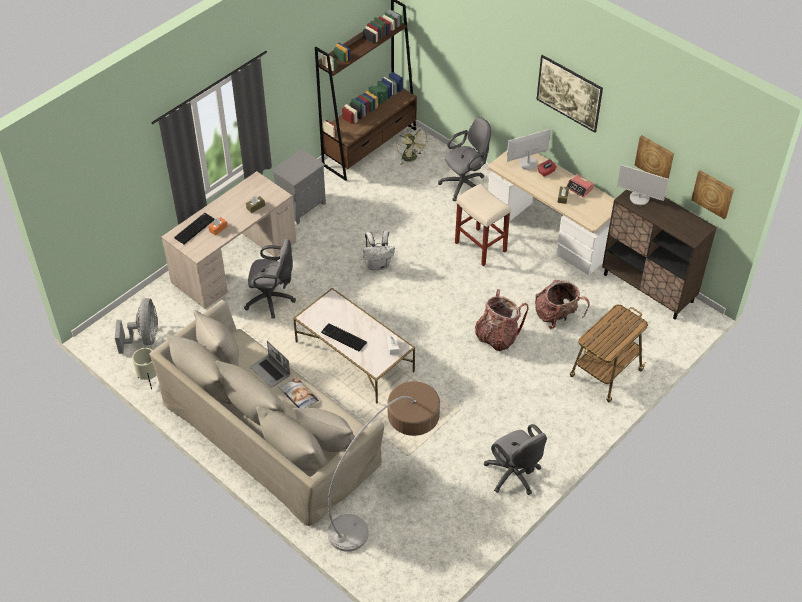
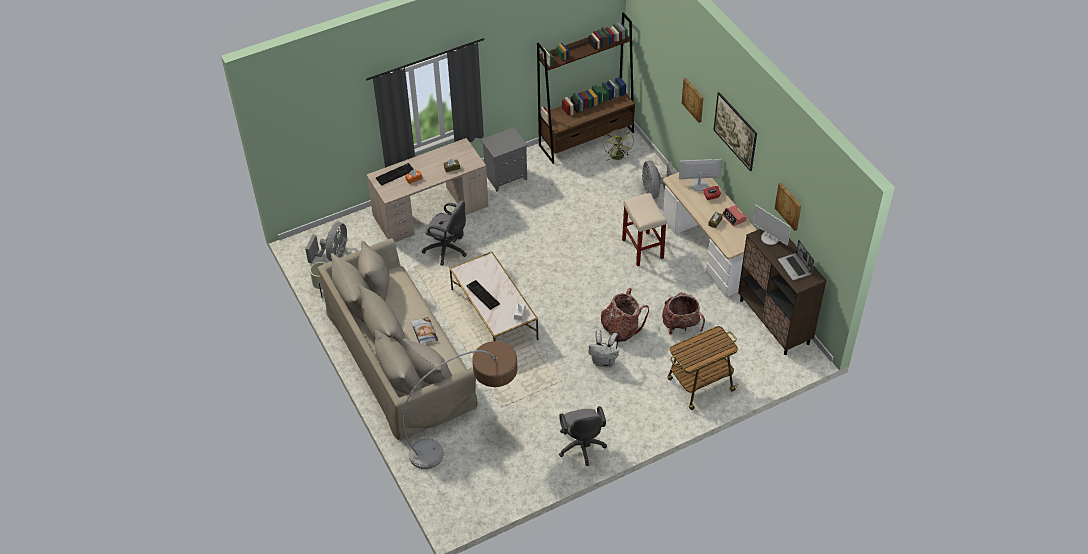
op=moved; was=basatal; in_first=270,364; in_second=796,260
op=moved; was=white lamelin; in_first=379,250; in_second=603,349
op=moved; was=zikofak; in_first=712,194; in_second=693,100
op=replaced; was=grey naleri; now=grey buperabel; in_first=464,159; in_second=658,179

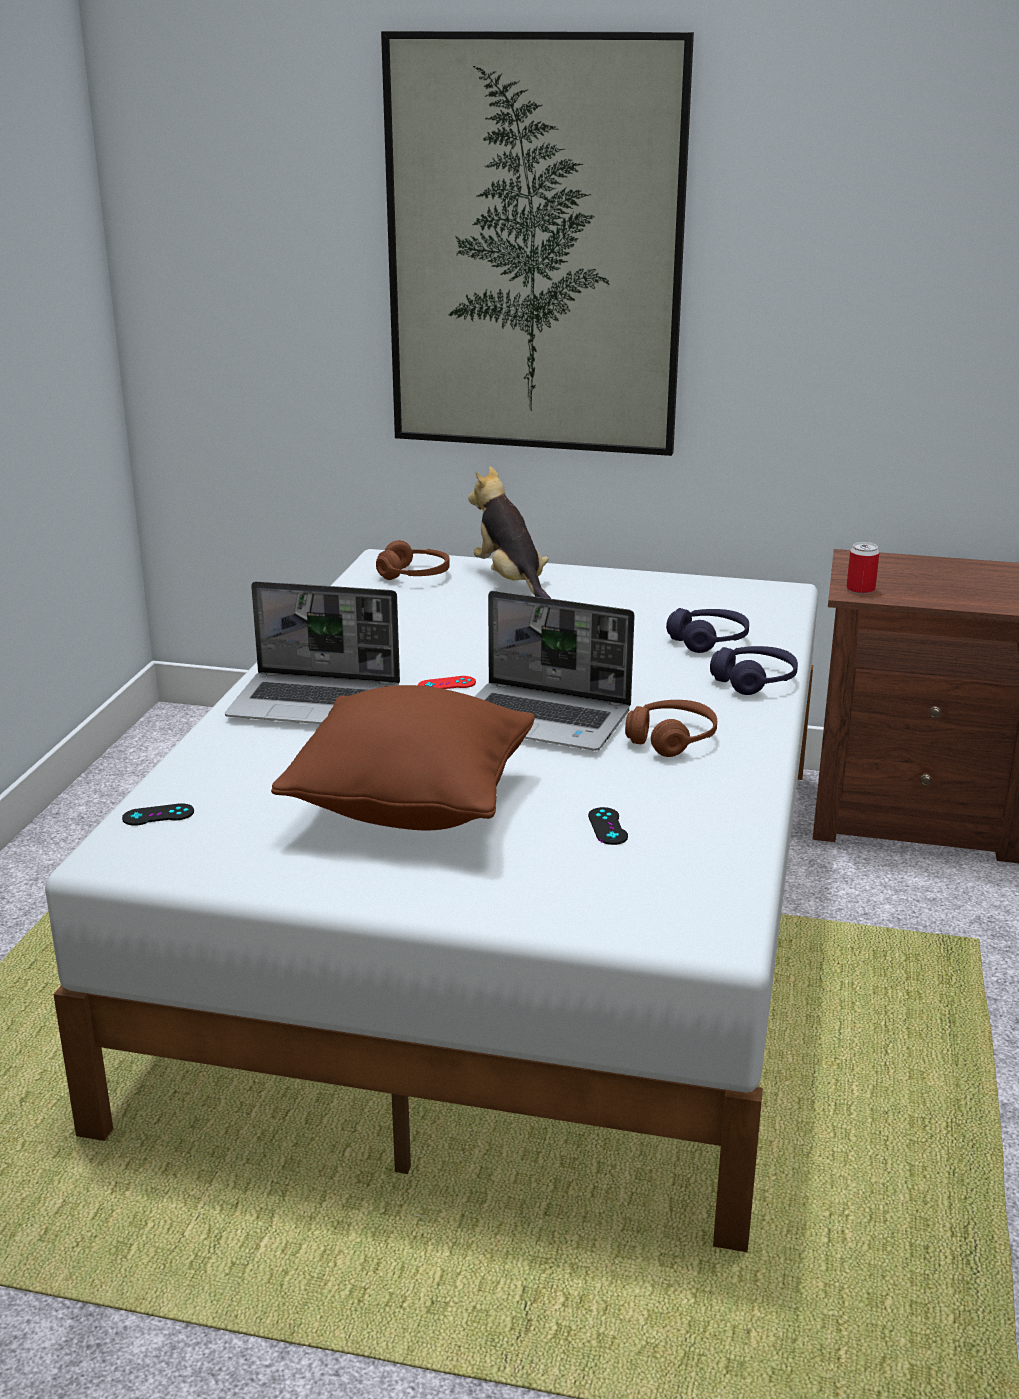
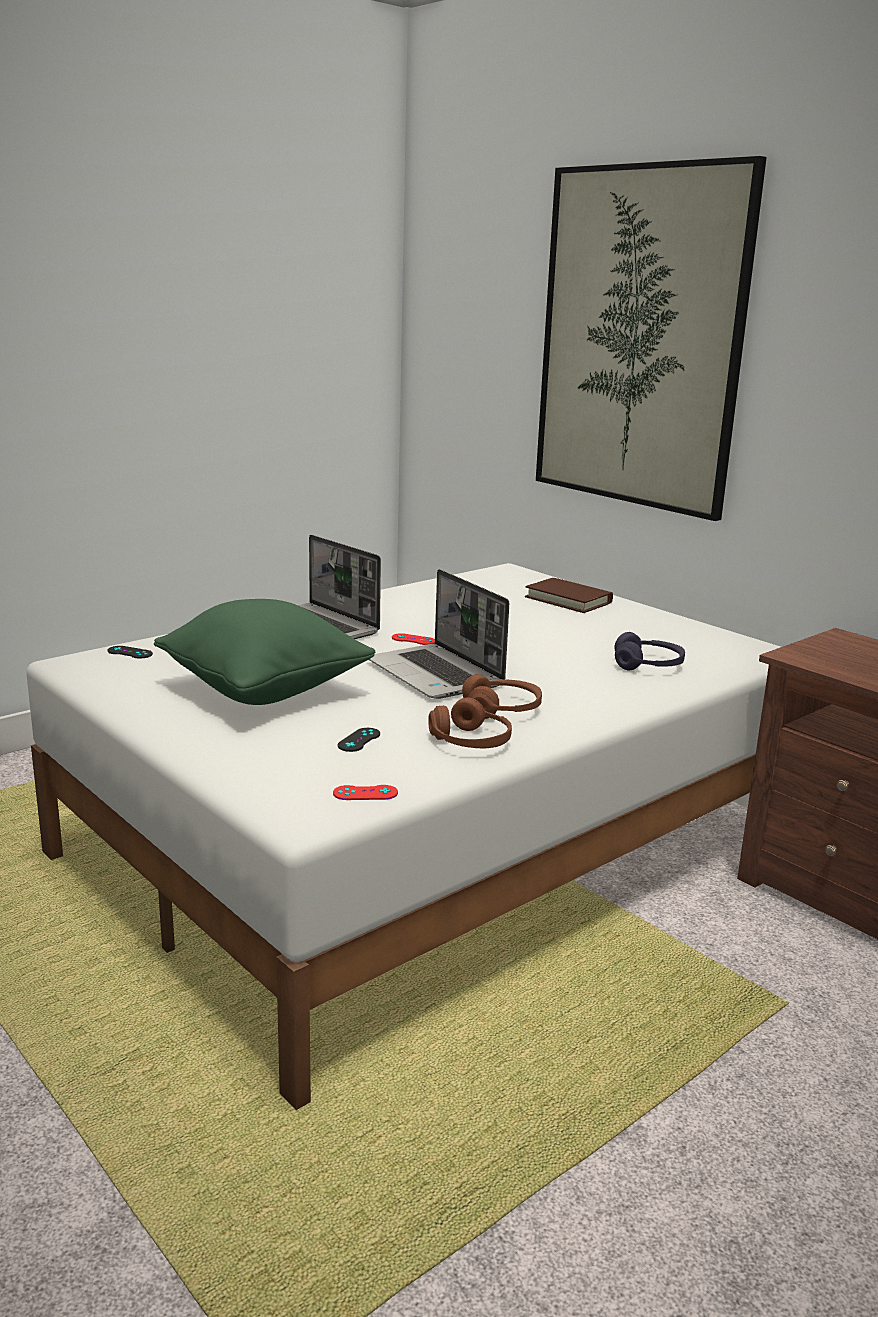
op=removed; was=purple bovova; in_first=754,670
op=removed; was=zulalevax; in_first=862,568
op=added; now=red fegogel; in_second=365,792
op=moved; was=brown bovova; in_first=413,560; in_second=470,723
op=replaced; was=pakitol; now=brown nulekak; in_first=509,532; in_second=569,595
op=recoloured; was=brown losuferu; now=green losuferu; in_first=403,757; in_second=264,652

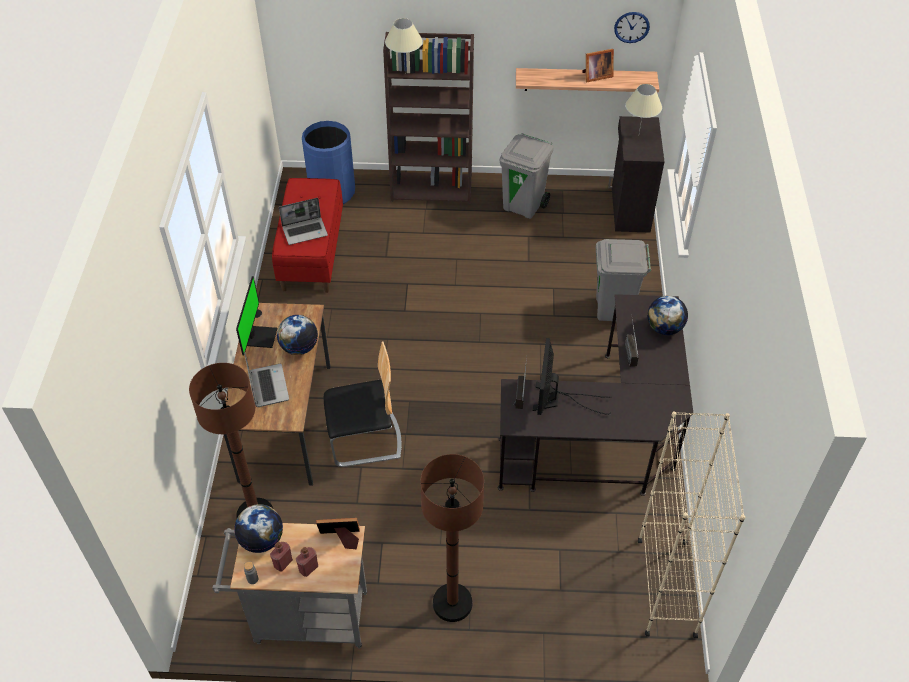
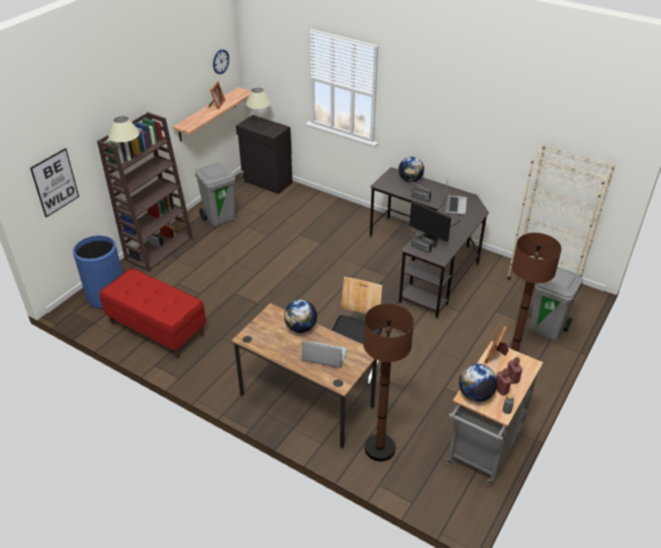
op=removed; was=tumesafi; in_first=257,316
op=added; now=zikofak; in_second=54,182
op=moved; was=basatal; in_first=303,221; in_second=455,196
op=moved; was=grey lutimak; in_first=623,280; in_second=556,304

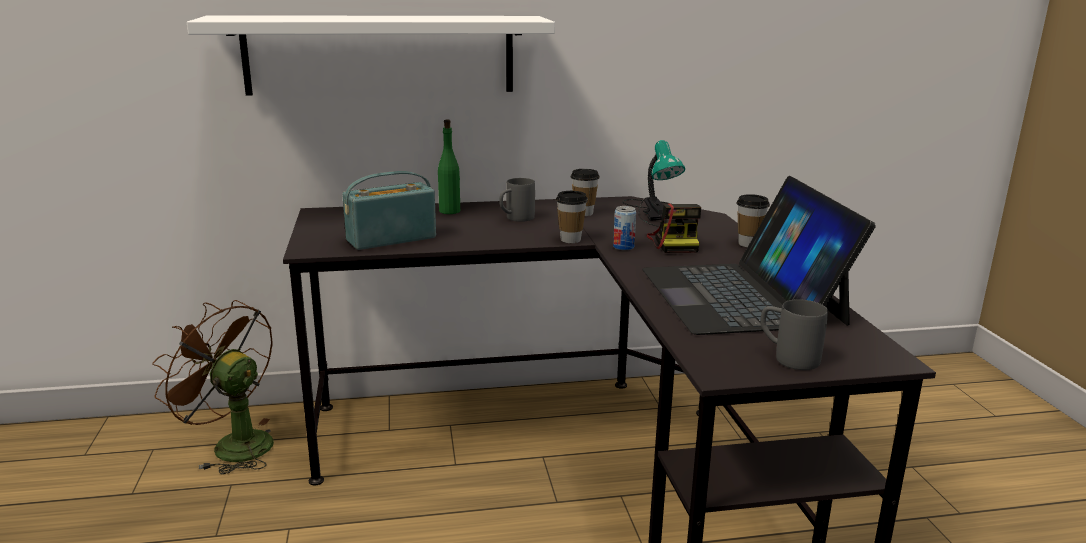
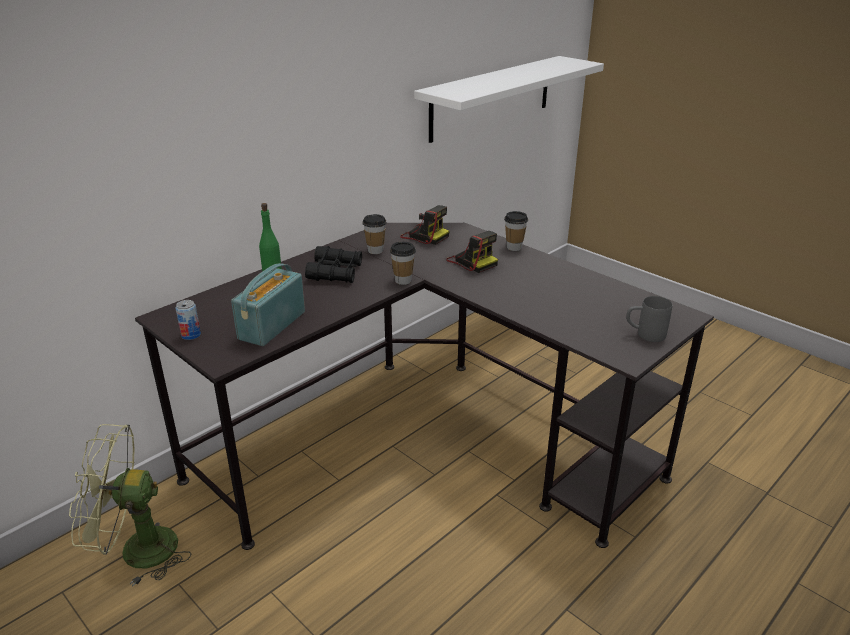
op=removed; was=basatal; in_first=759,255
op=moved; was=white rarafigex; in_first=371,55; in_second=509,99
op=moved; was=zulalevax; in_first=624,228; in_second=188,320
op=replaced; was=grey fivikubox; now=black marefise; in_first=517,200; in_second=333,264
op=replaced; was=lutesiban; now=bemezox; in_first=654,183; in_second=424,225
op=recoloured; was=brown buperabel; now=green buperabel; in_first=213,387; in_second=130,505

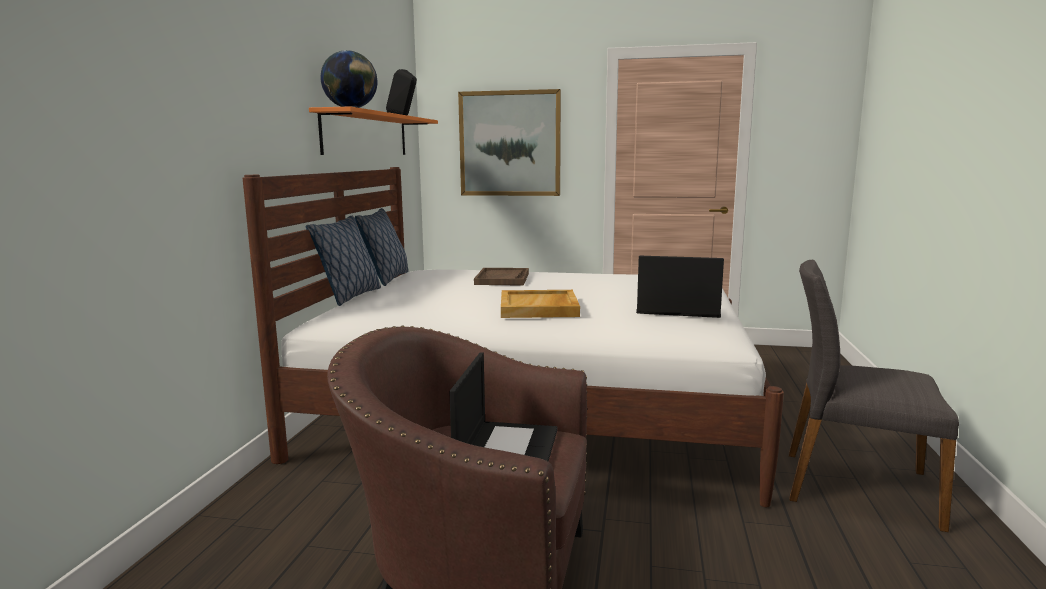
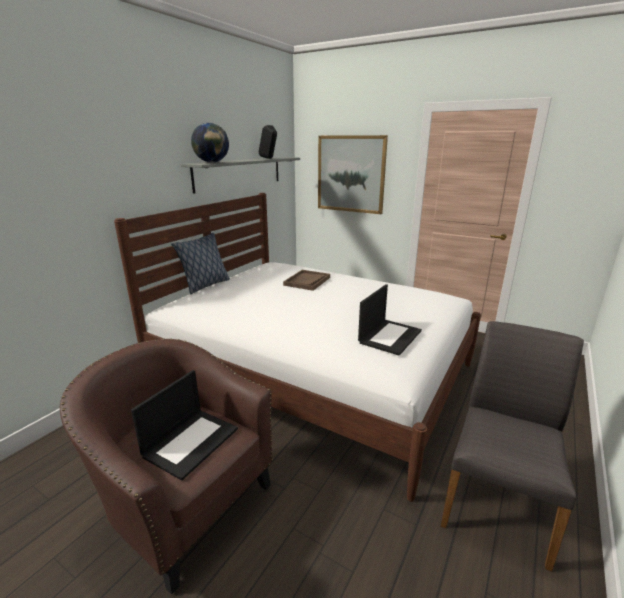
op=removed; was=losuferu; in_first=382,247
op=removed; was=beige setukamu; in_first=540,304
op=recoloured; was=orange rarafigex; now=grey rarafigex; in_first=373,130; in_second=240,175
op=turned; was=basatal; in_first=680,287; in_second=390,320; clockwise=90
op=turned; was=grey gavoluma; in_first=874,396; in_second=512,446; clockwise=75

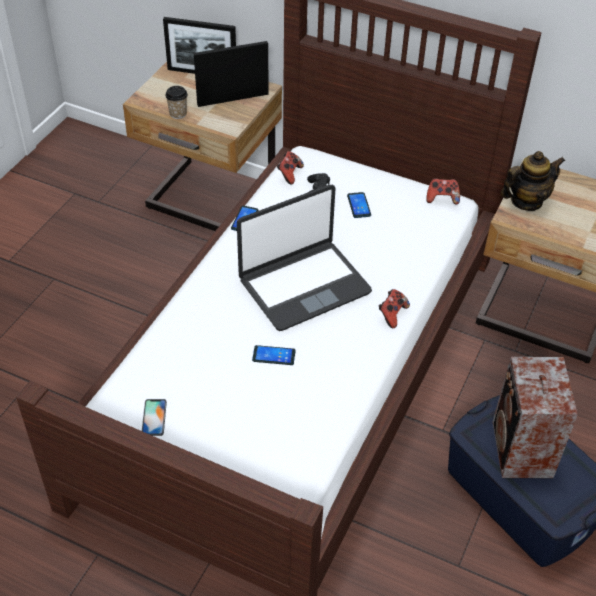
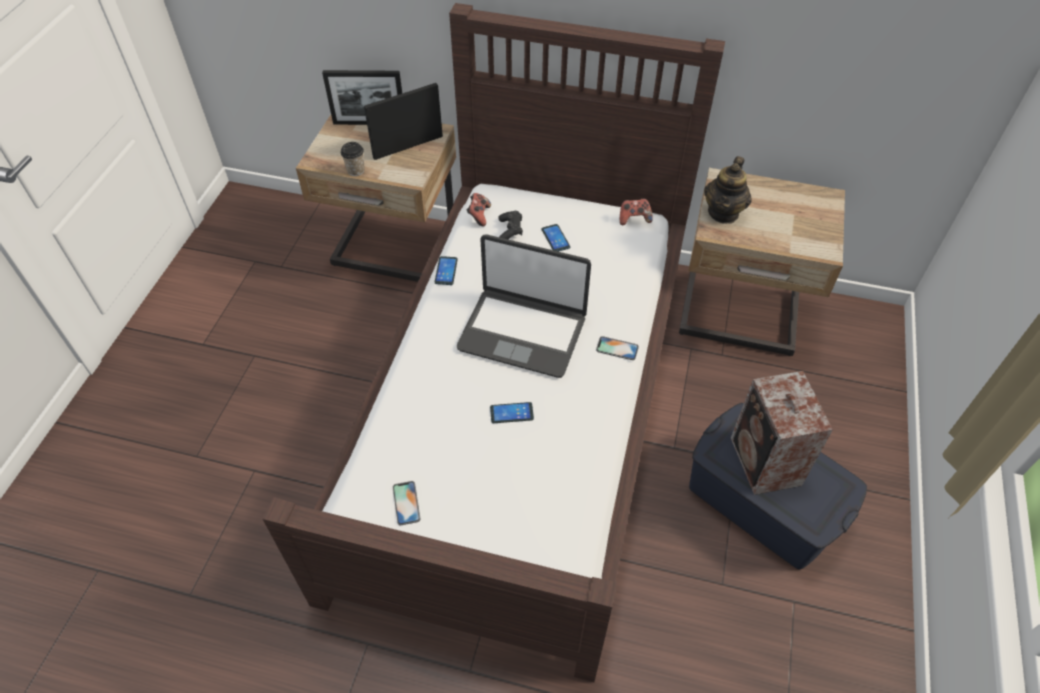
op=replaced; was=fegogel; now=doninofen; in_first=394,308; in_second=617,348
op=turned; was=basatal; in_first=304,258; in_second=524,306; clockwise=60
op=turned; was=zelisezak; in_first=533,181; in_second=728,190; clockwise=150

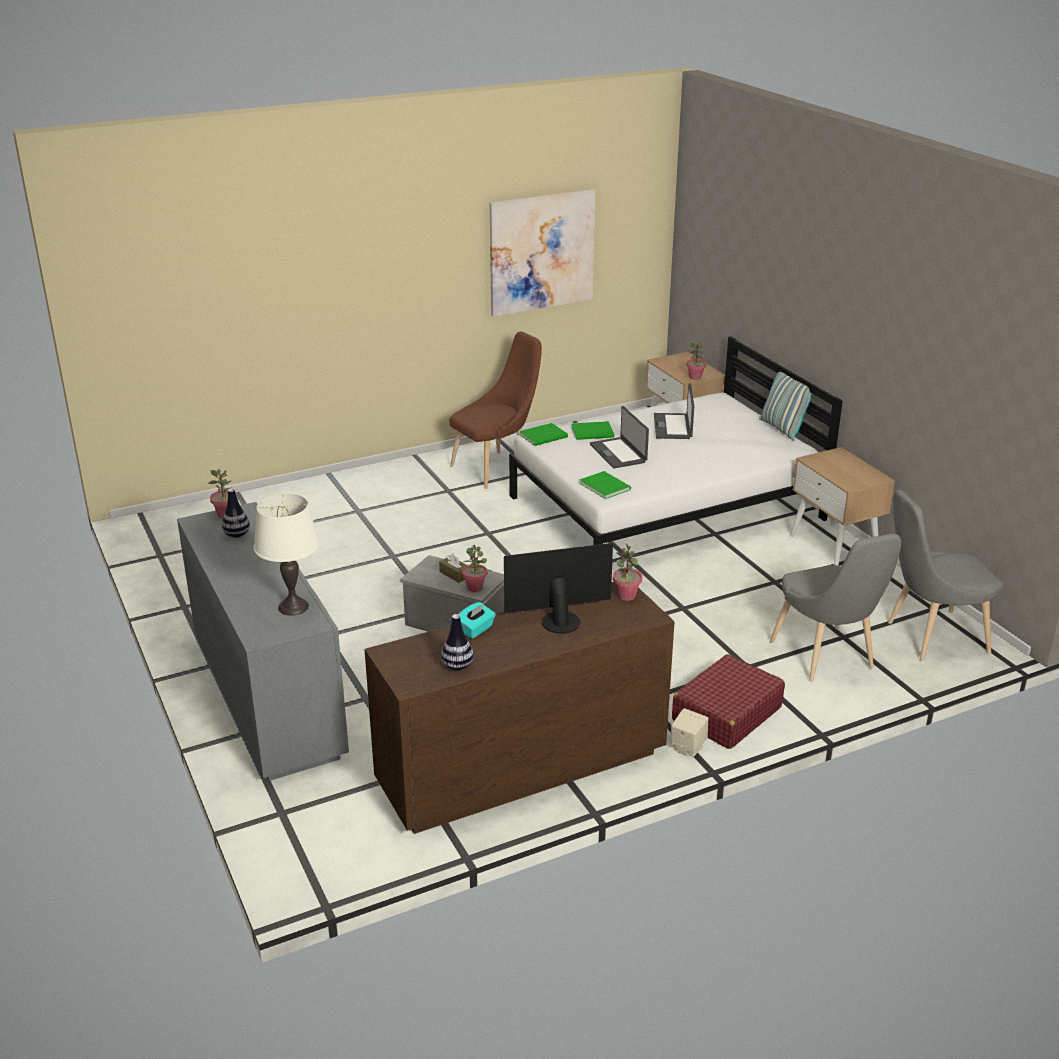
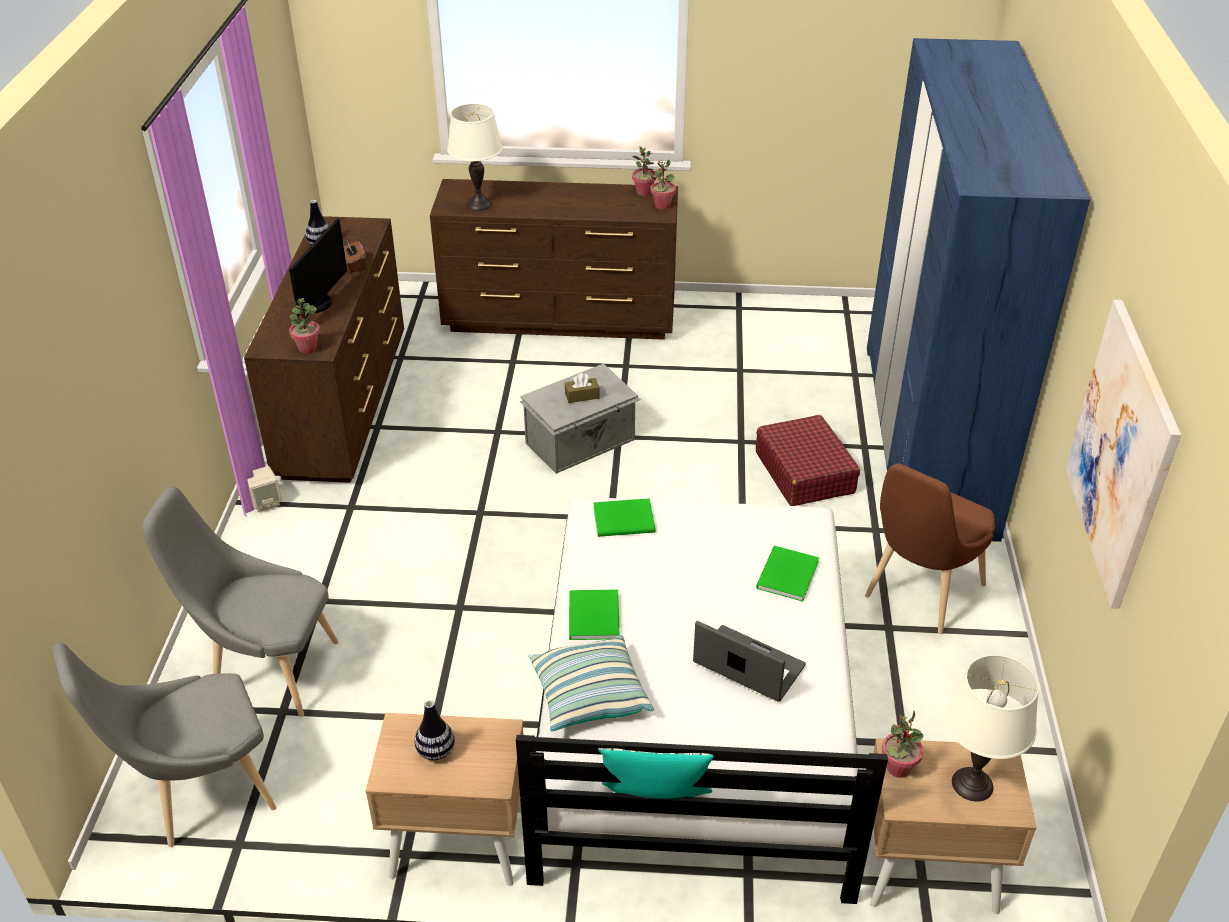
op=removed; was=basatal; in_first=619,437
op=added; now=losuferu; in_second=591,683
op=added; now=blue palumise; in_second=978,290
op=added; now=white lutesiban; in_second=992,728
op=moved; was=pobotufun; in_first=236,513; in_second=435,730
op=moved; was=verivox; in_first=474,568; in_second=644,171
op=moved; was=green nulekak; in_first=543,434; in_second=594,614
op=moved; was=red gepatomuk; in_first=728,701; in_second=808,460
op=recoloured; was=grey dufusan; now=brown dufusan; in_first=263,641; in_second=554,259
op=recoloured; was=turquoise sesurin; now=brown sesurin; in_first=477,620; in_second=355,256
op=turned; was=brown gavoluma; in_first=496,410; in_second=930,548; clockwise=45
op=turned; was=grey gavoluma; in_first=945,575; in_second=164,745; clockwise=-135

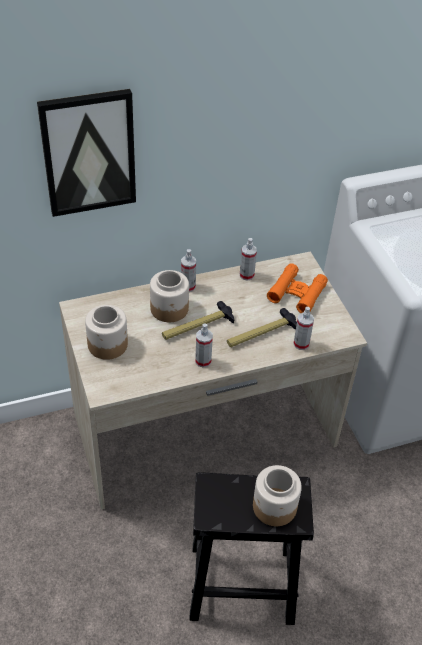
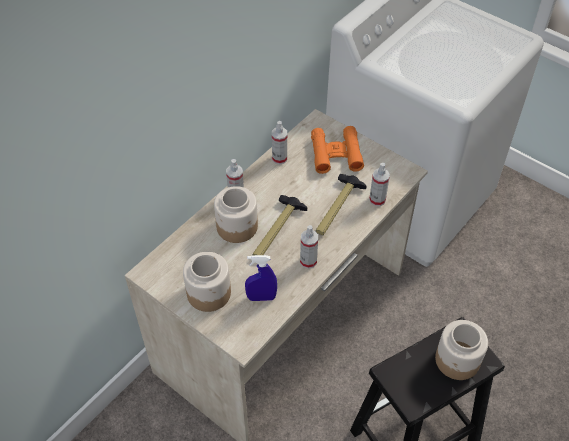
op=removed; was=zikofak; in_first=86,153
op=added; now=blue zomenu; in_second=261,278

